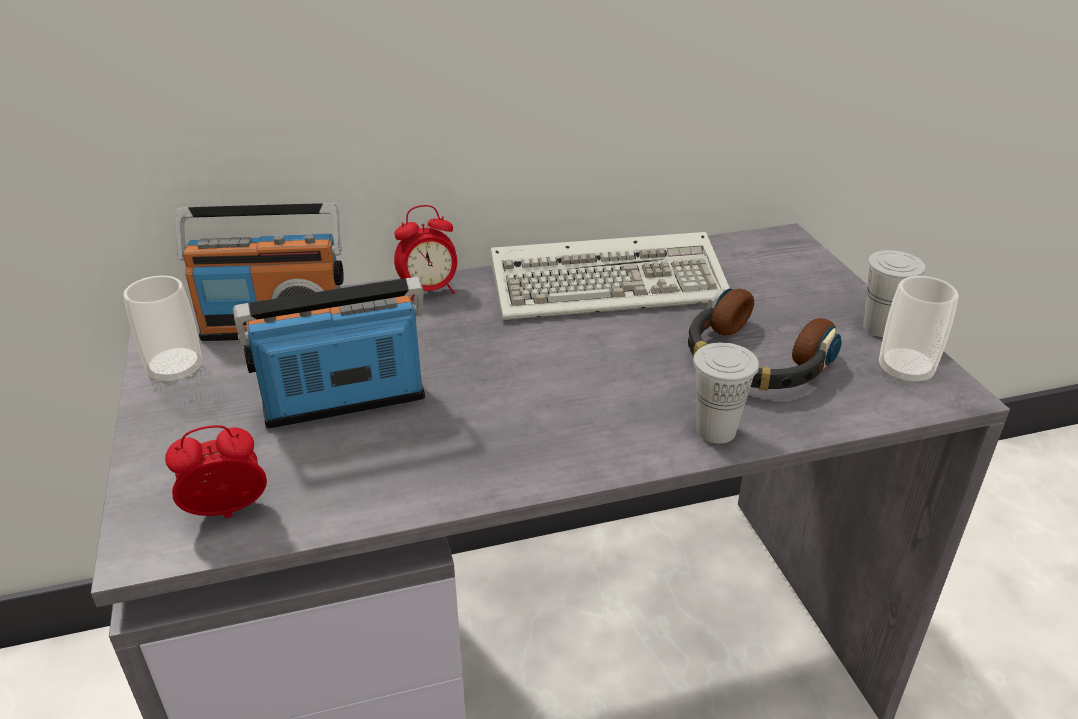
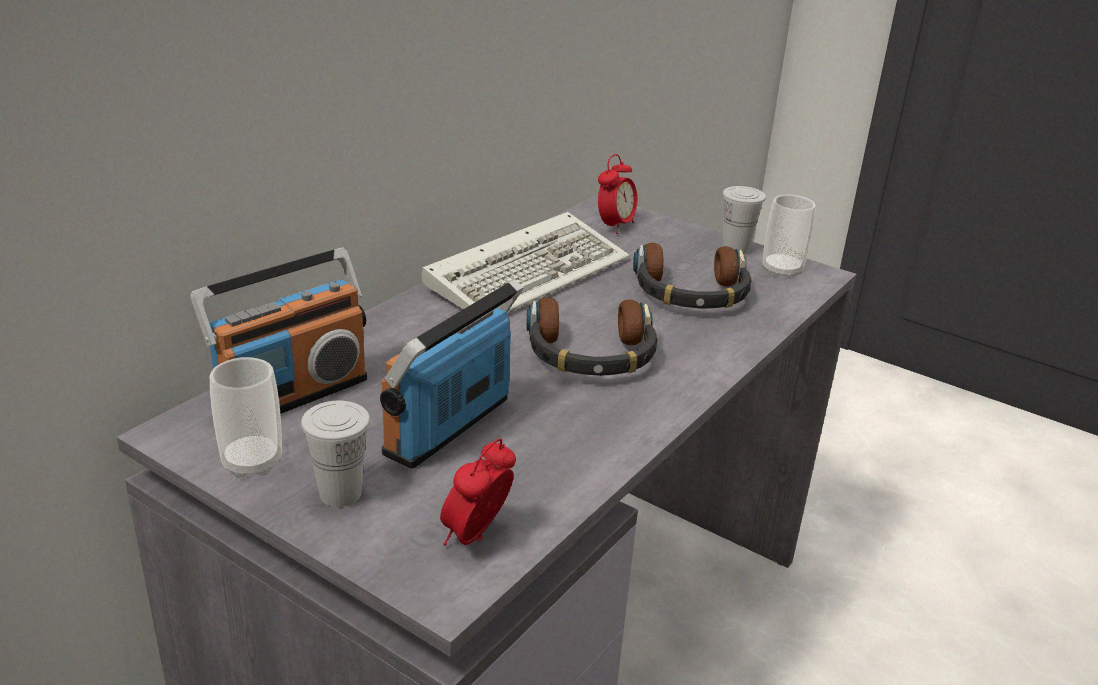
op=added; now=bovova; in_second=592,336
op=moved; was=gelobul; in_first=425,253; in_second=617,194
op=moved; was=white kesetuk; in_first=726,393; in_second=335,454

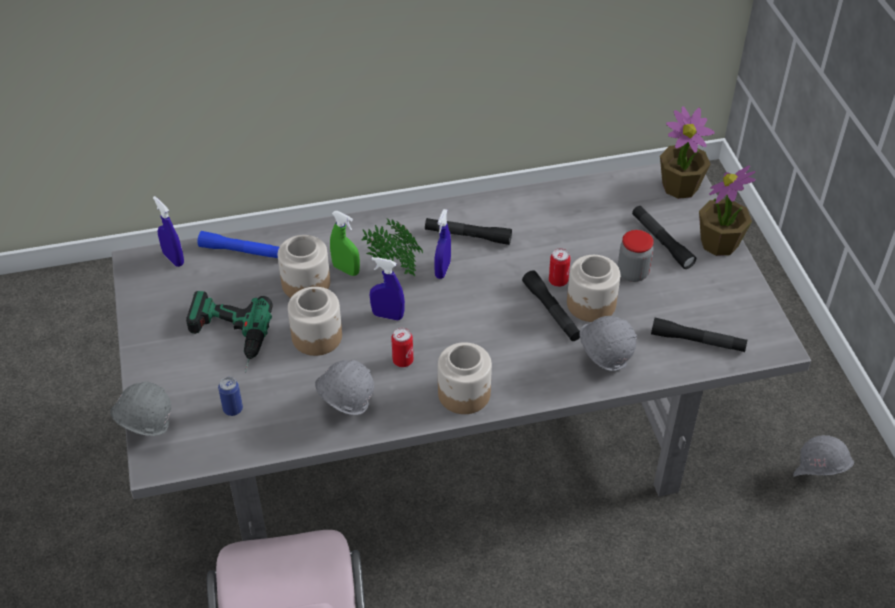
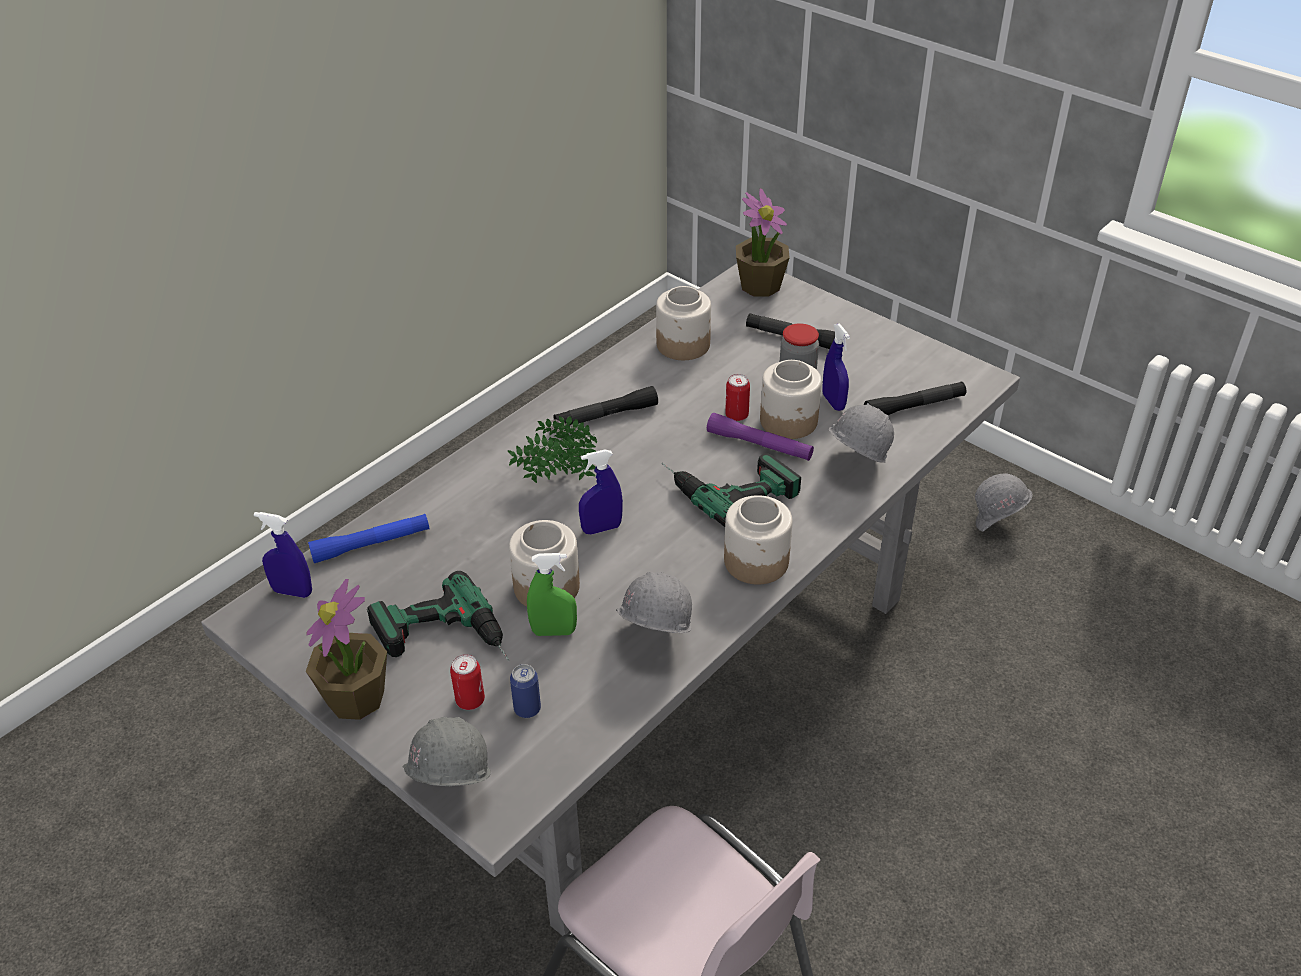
op=added; now=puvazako; in_second=731,490
op=moved; was=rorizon; in_first=304,266; in_second=683,323
op=moved; was=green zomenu; in_first=345,243; in_second=552,594
op=moved; was=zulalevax; in_first=402,347; in_second=467,682
op=moved; was=blue zomenu; in_first=442,244; in_second=836,367
op=moved; was=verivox; in_first=727,210; in_second=346,649
op=recoloured; was=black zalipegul; now=purple zalipegul; in_first=551,305; in_second=760,437

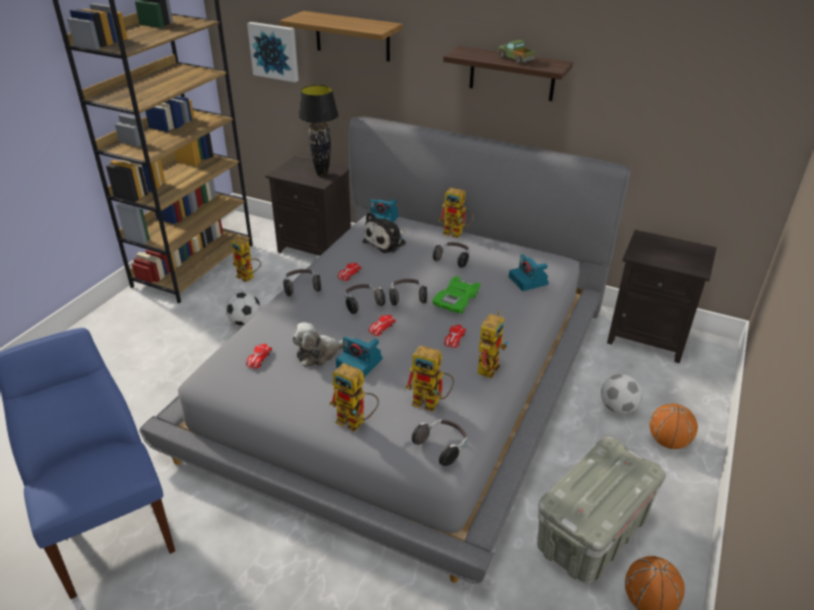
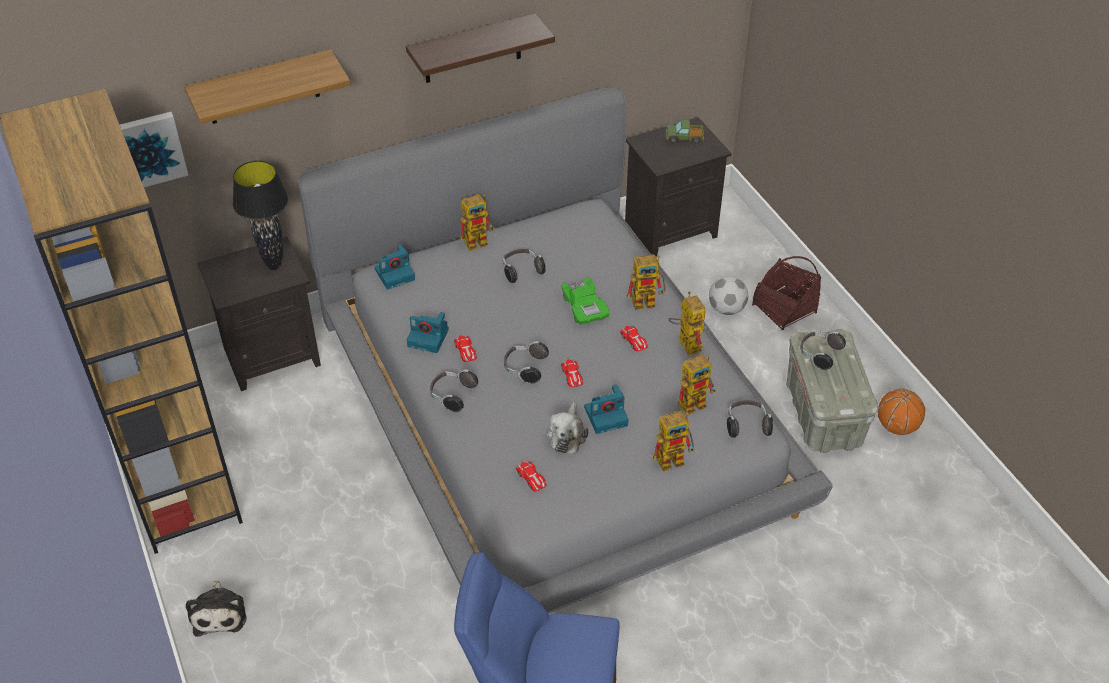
op=removed; was=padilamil; in_first=243,309
op=moved; was=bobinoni; in_first=246,259; in_second=645,282
op=moved; was=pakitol; in_first=384,232; in_second=216,608
op=moved; was=bovova; in_first=408,292; in_second=823,351
op=moved; was=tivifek; in_first=516,52; in_second=685,131
op=moved; was=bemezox; in_first=529,272; in_second=428,332
op=replaced; was=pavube; now=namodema; in_first=673,426; in_second=786,293

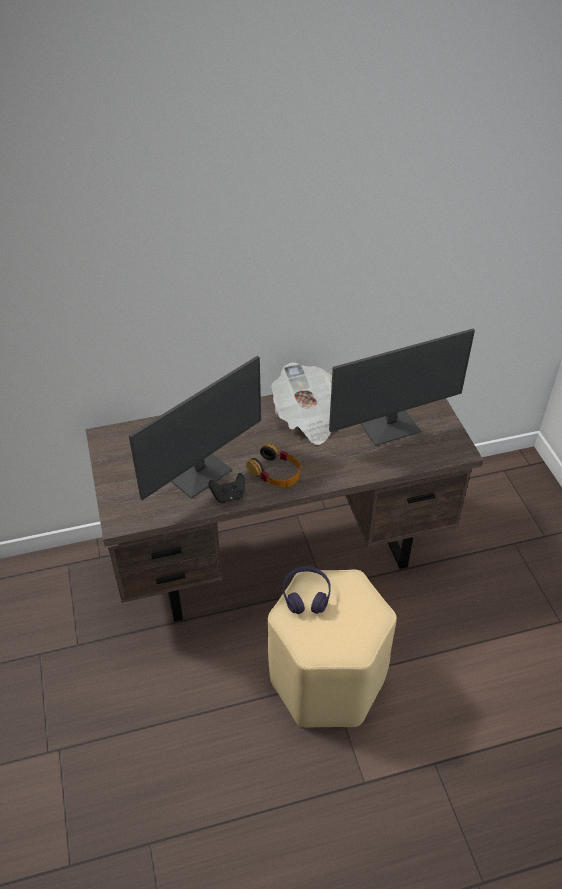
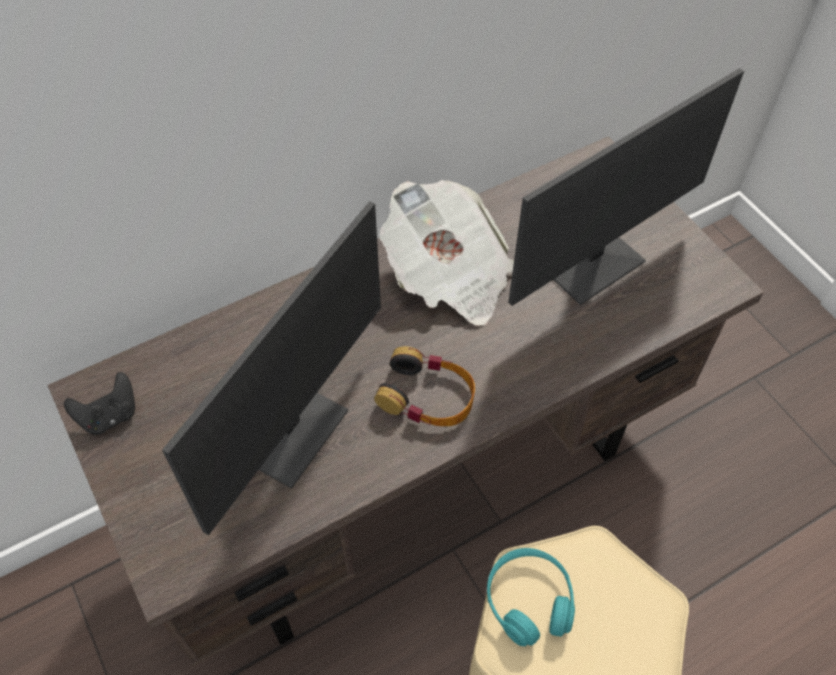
op=moved; was=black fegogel; in_first=226,488; in_second=99,403
op=recoloured; was=purple bovova; now=turquoise bovova; in_first=307,590; in_second=531,597

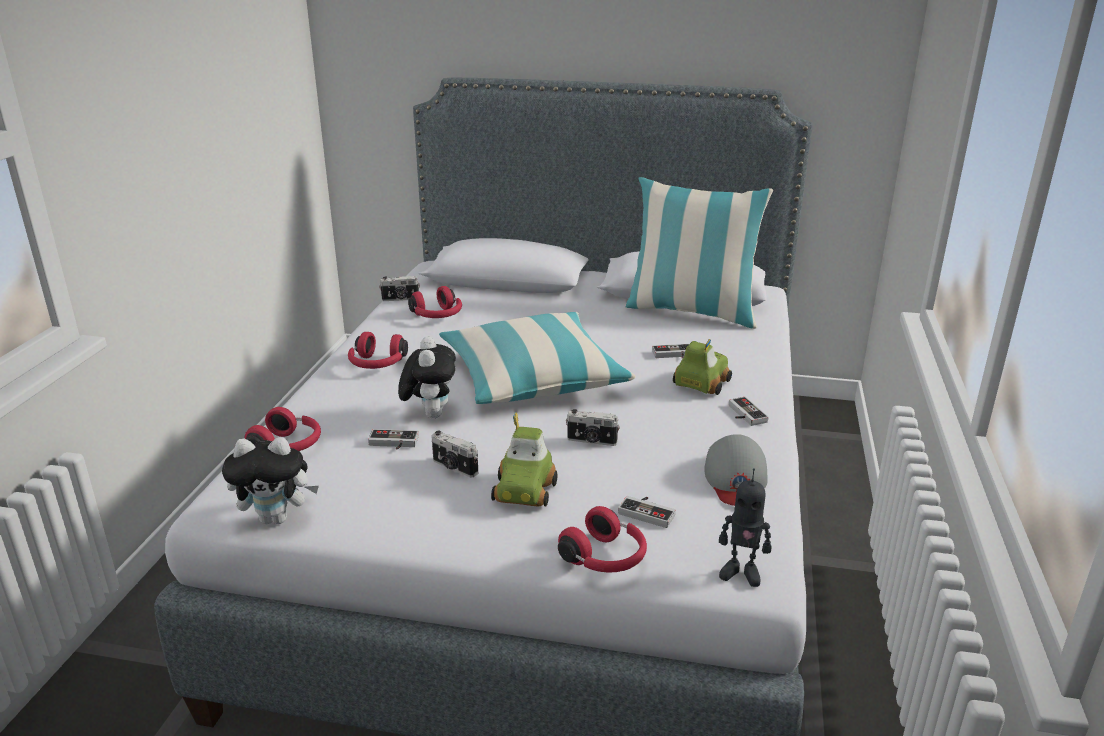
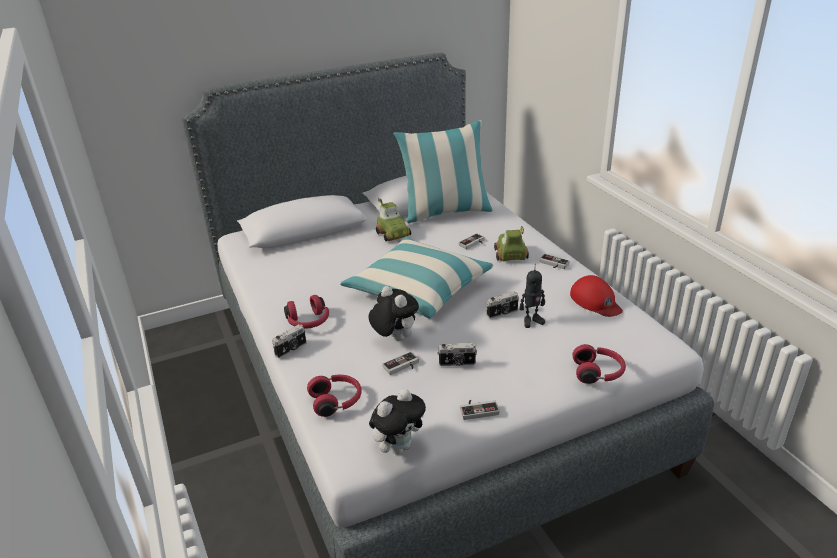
op=removed; was=red bovova; in_first=435,302
op=moved; was=bemezox; in_first=399,288; in_second=289,341
op=moved; was=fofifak; in_first=524,459; in_second=393,219
op=moved; was=fegogel; in_first=647,512; in_second=480,410
op=moved; was=bobinoni; in_first=745,527; in_second=532,296
op=recoloured; was=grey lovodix; now=red lovodix; in_first=736,470; in_second=596,296

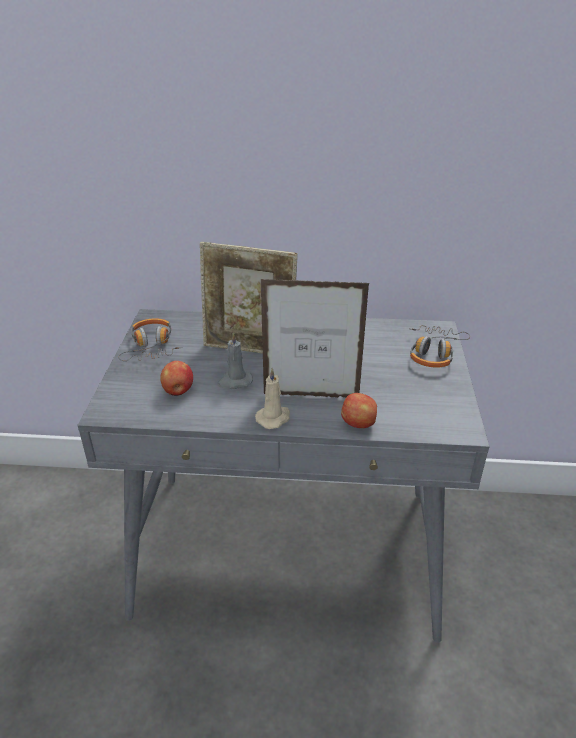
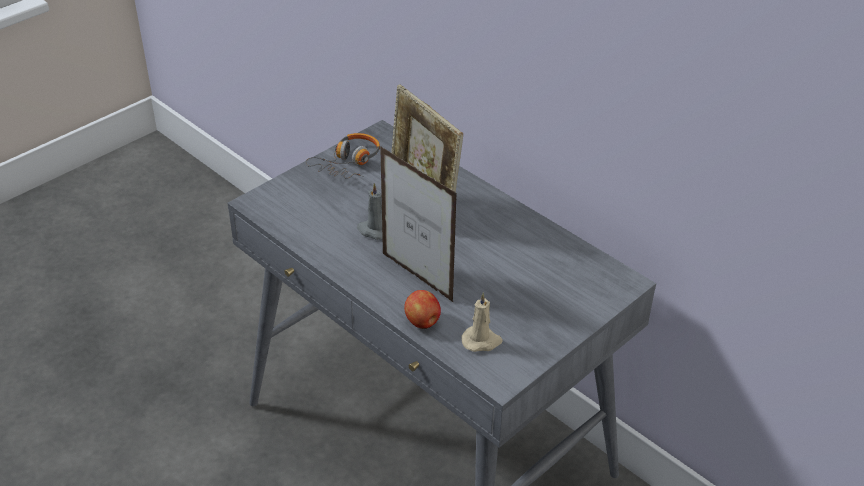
op=removed; was=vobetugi; in_first=176,378
op=removed; was=bovova; in_first=439,346
op=moved; was=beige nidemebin; in_first=272,398; in_second=482,322

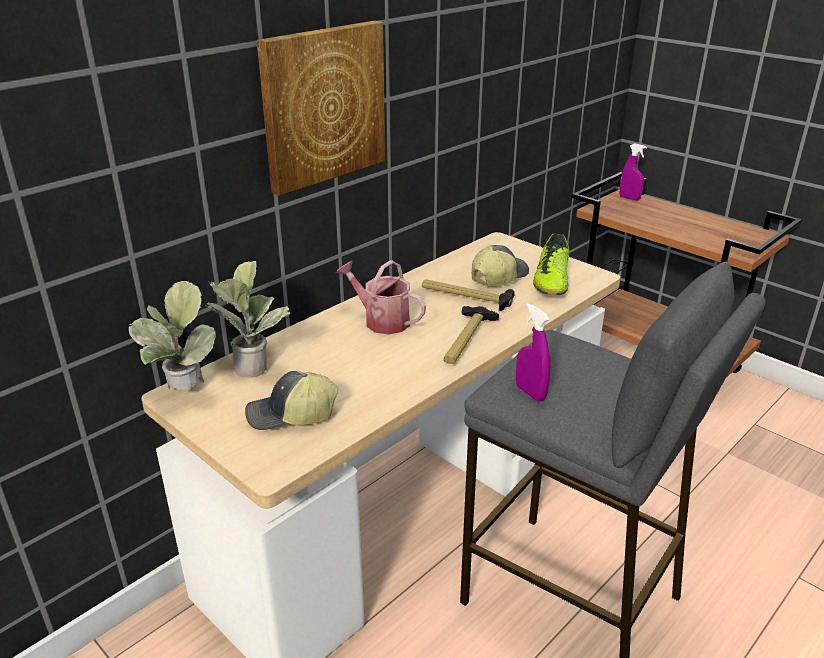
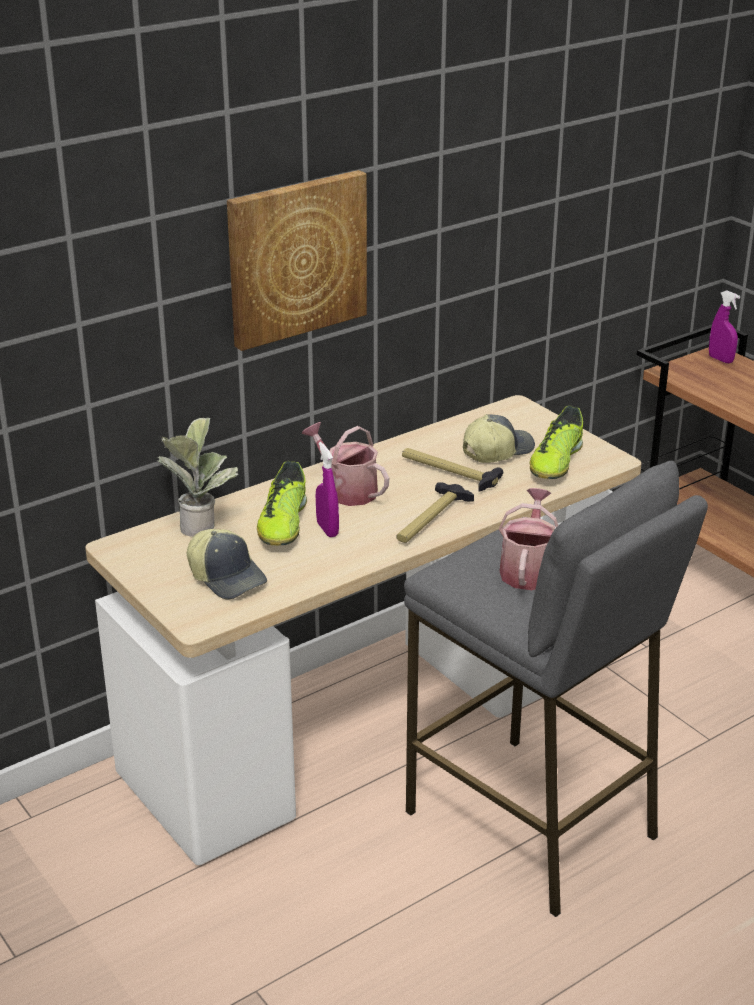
op=removed; was=verivox; in_first=172,335
op=added; now=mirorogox; in_second=282,503
op=added; now=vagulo; in_second=528,539
op=moved; was=purple zomenu; in_first=533,352; in_second=327,489
op=turned; was=lovodix; in_first=291,400; in_second=227,564; clockwise=-135

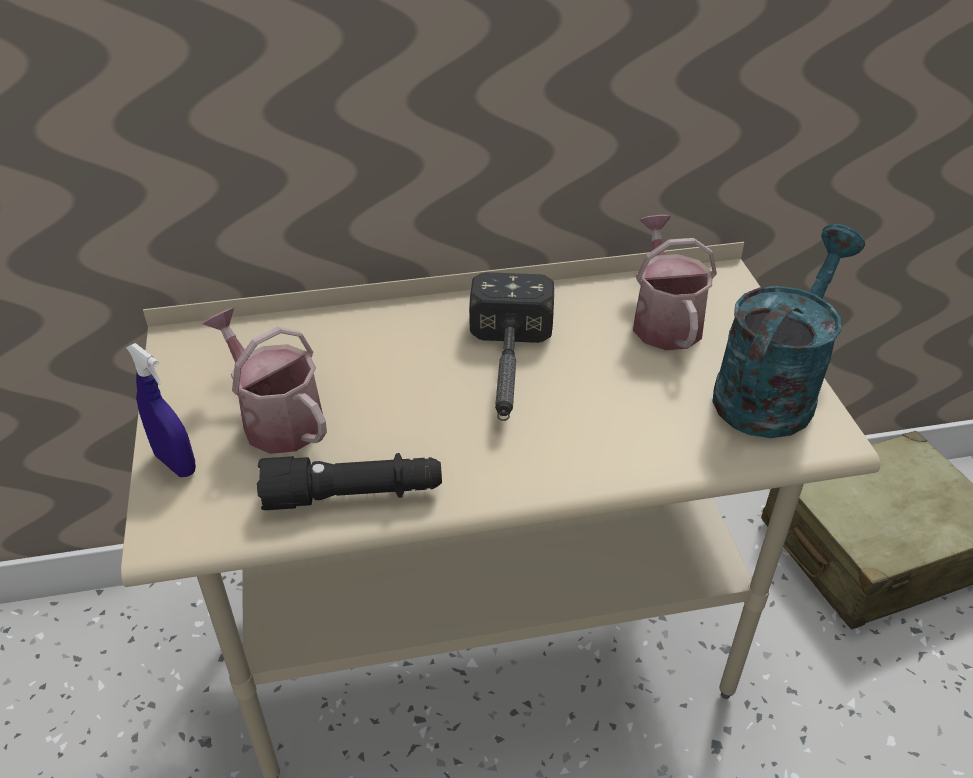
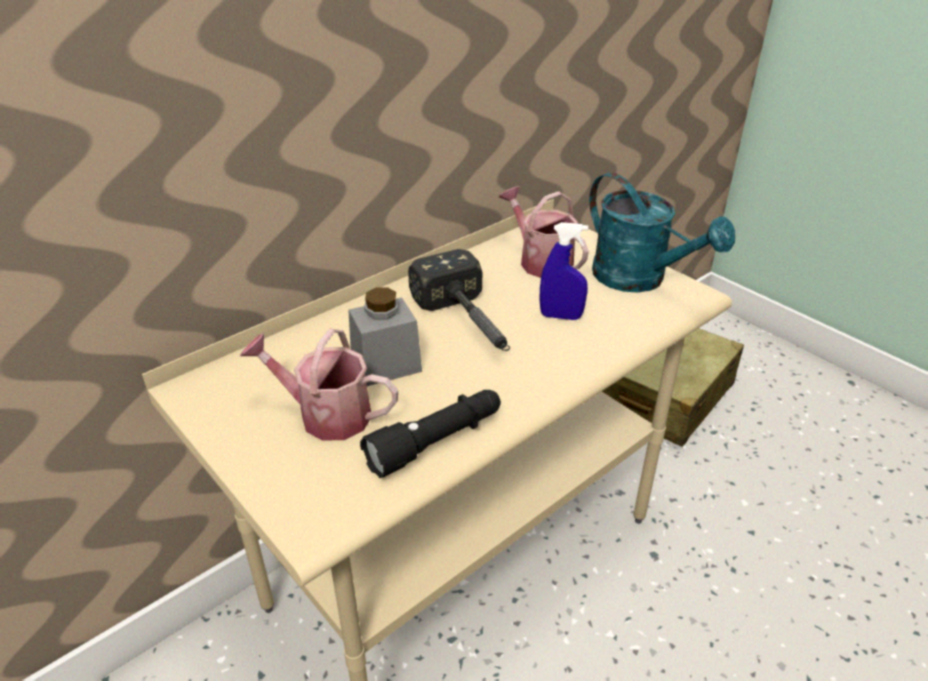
op=added; now=grey rorizon; in_second=385,336
op=moved; was=blue zomenu; in_first=161,410; in_second=563,271
op=turned; was=turquoise vagulo; in_first=788,331; in_second=662,232; clockwise=135

